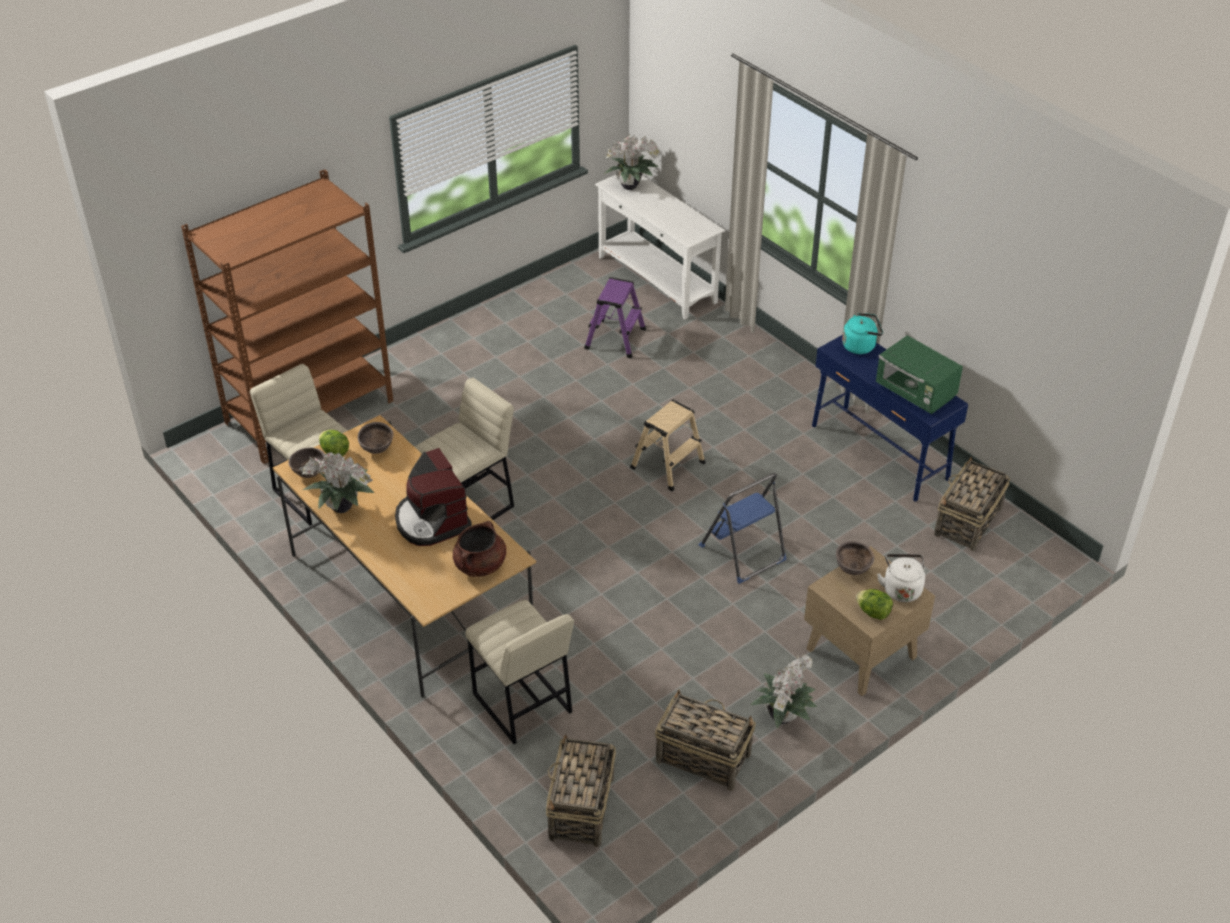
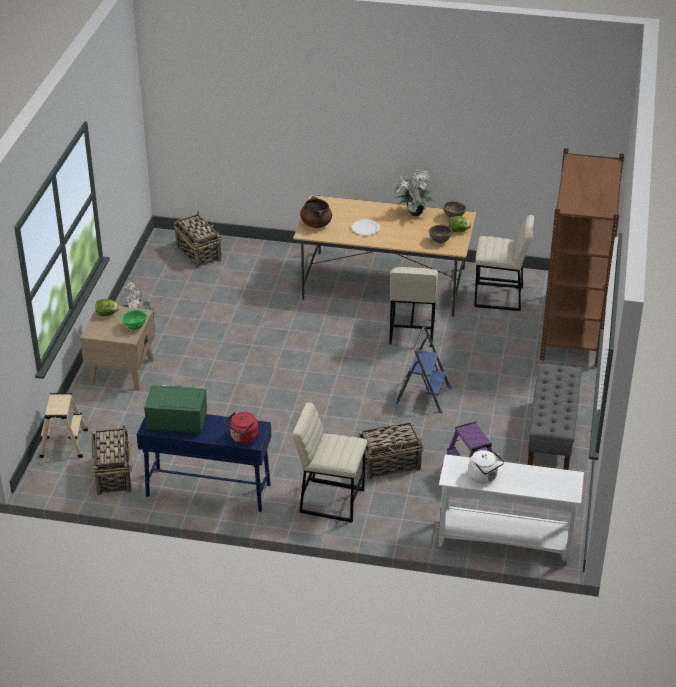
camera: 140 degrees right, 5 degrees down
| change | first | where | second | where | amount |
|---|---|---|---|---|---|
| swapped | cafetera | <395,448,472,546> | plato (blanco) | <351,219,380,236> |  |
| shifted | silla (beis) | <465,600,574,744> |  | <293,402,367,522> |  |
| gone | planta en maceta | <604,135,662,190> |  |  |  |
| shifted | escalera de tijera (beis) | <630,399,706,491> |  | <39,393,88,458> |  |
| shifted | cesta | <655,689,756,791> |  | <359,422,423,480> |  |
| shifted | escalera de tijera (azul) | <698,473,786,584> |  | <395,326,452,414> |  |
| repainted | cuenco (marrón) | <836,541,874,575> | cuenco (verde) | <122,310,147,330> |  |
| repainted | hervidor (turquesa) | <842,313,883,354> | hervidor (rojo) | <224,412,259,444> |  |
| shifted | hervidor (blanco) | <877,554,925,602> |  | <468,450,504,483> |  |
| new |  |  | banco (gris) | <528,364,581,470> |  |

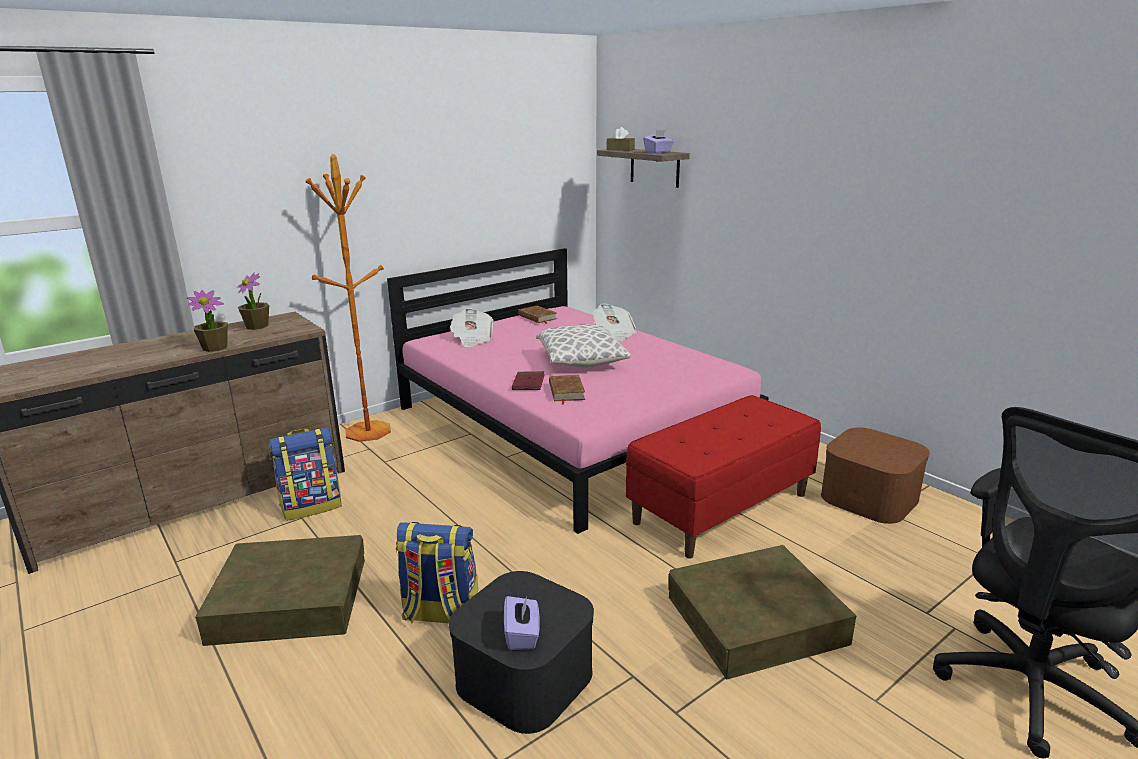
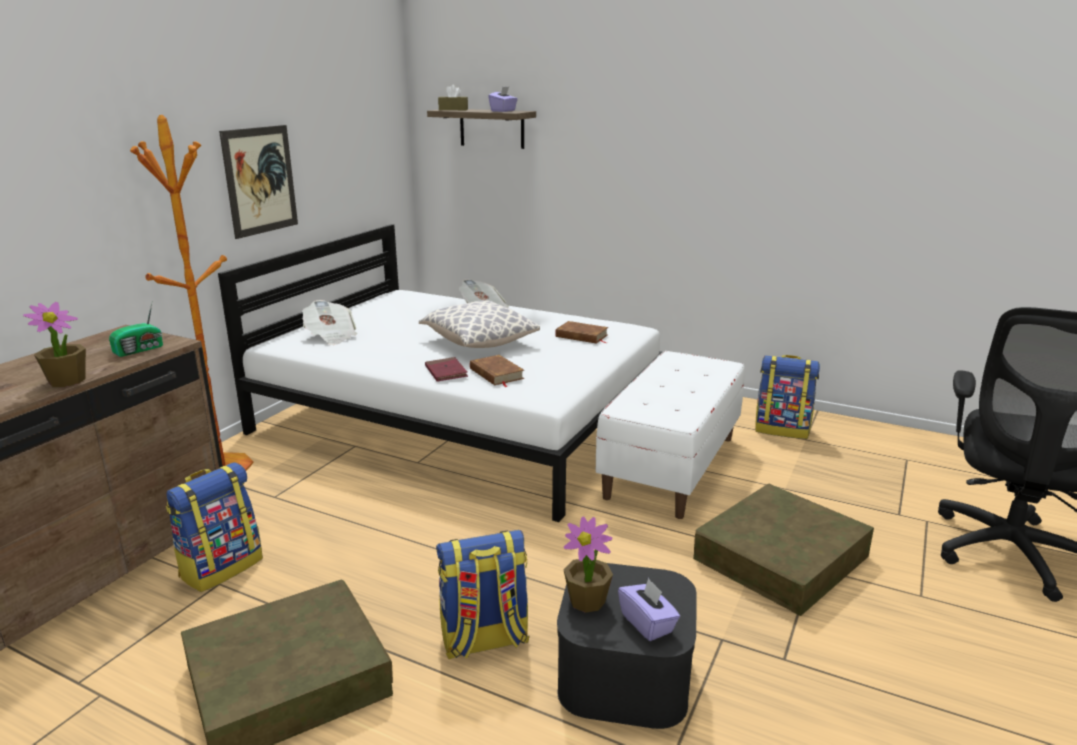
camera: 25 degrees left, 0 degrees up
| change | first | where | second | where | amount |
|---|---|---|---|---|---|
| shifted | planta en maceta | <237,272,269,330> |  | <563,516,613,613> |  |
| repainted | cama (rosa) | <387,248,769,534> | cama (blanco) | <218,224,662,522> |  |
| shifted | libro (marrón) | <518,306,557,324> |  | <555,321,608,344> |  |
| repainted | banco (rojo) | <626,395,821,559> | banco (blanco) | <596,351,745,519> |  |
| swapped | caja de almacenaje (marrón) | <821,427,930,524> | mochila | <755,355,820,439> |  |
| new |  |  | radio | <109,303,163,357> |  |
| new |  |  | cuadro | <219,125,298,239> |  |

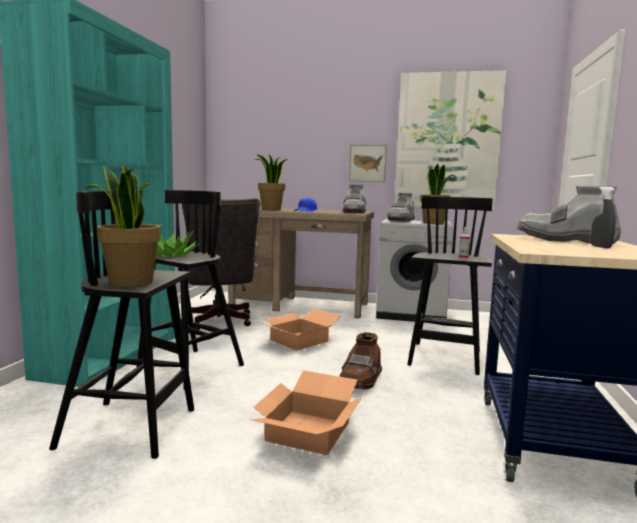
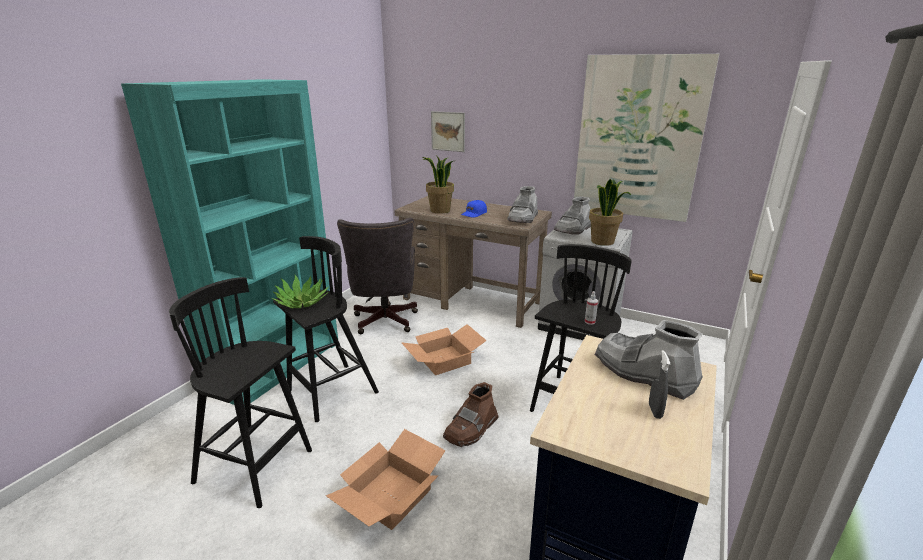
camera: 15 degrees right, 15 degrees up
| change | first | where | second | where | amount |
|---|---|---|---|---|---|
| gone | planta en maceta | <85,163,161,287> |  |  |  |
| shifted | cuadro | <349,144,387,182> |  | <431,111,465,152> |  |

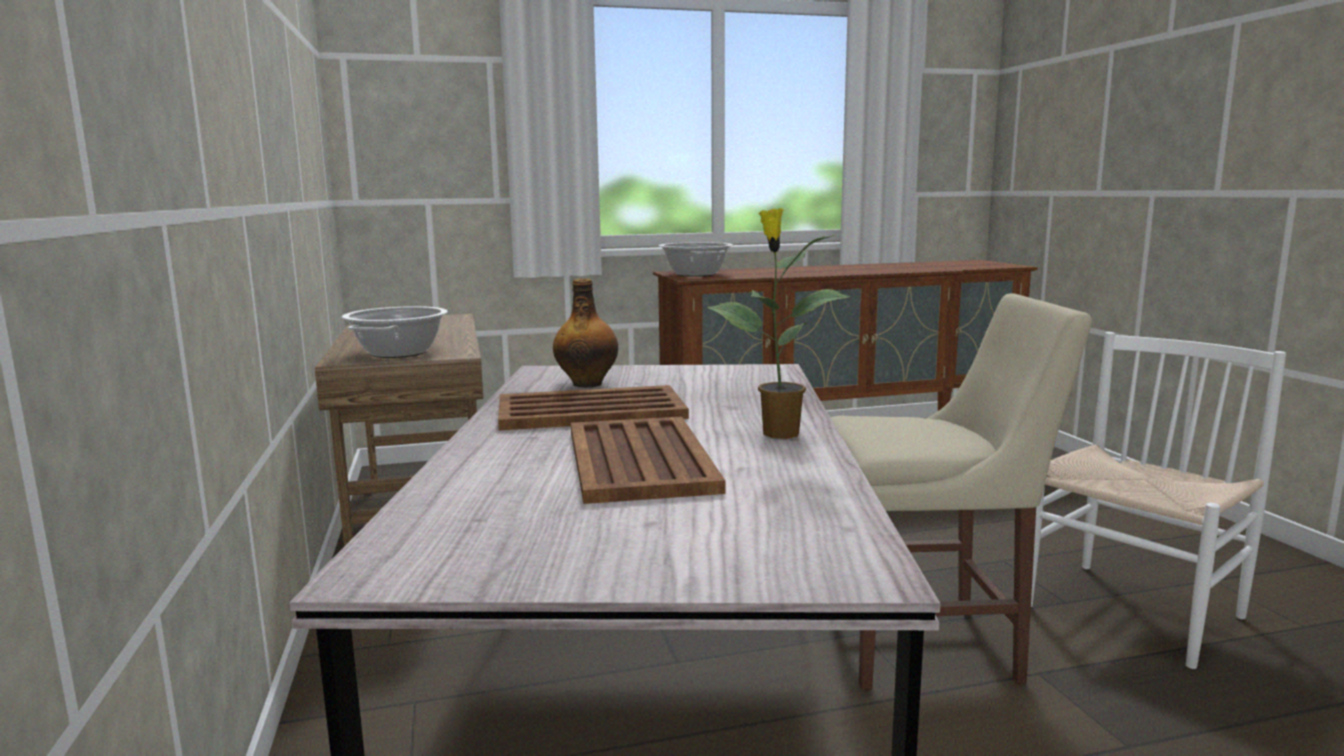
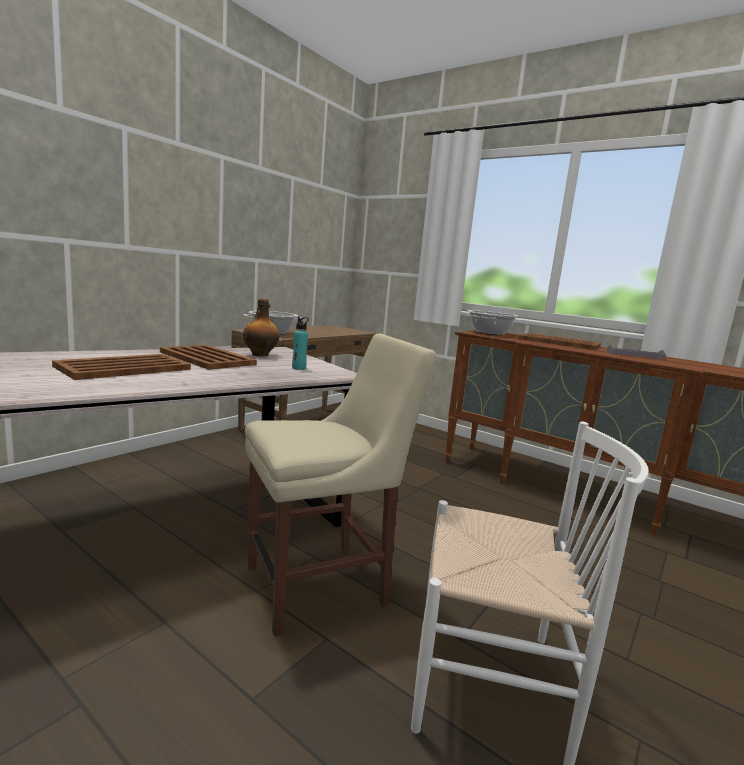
camera: 50 degrees right, 0 degrees up
| change | first | where | second | where | amount |
|---|---|---|---|---|---|
| gone | planta en maceta | <707,208,851,439> |  |  |  |
| rotated | silla (beis) | <830,293,1092,690> |  | <245,333,436,636> | 75 degrees counterclockwise |
| new |  |  | botella (turquesa) | <292,317,309,370> |  |
| new |  |  | bandeja (marrón) | <518,333,601,350> |  |
| new |  |  | bandeja (gris) | <606,344,666,360> |  |

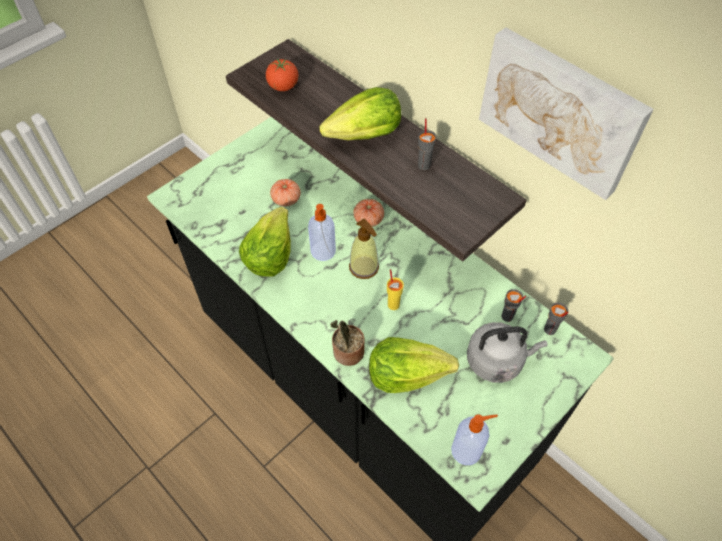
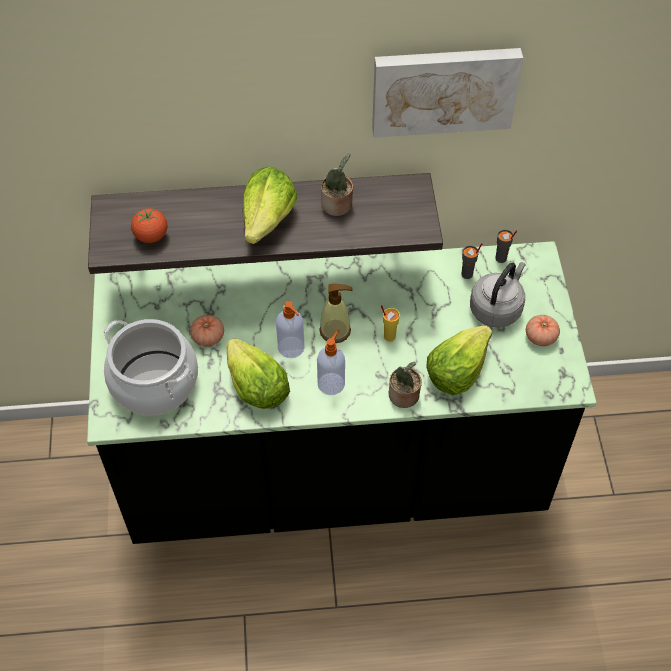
camera: 50 degrees left, 0 degrees up
| change | first | where | second | where | amount |
|---|---|---|---|---|---|
| shifted | tomate | <353,199,384,227> |  | <526,315,560,346> |  |
| swapped | taza (gris) | <418,118,437,170> | planta en maceta | <321,154,353,216> |  |
| shifted | dispensador de jabón | <451,415,498,465> |  | <317,329,345,395> |  |
| new |  |  | olla | <104,319,198,415> |  |

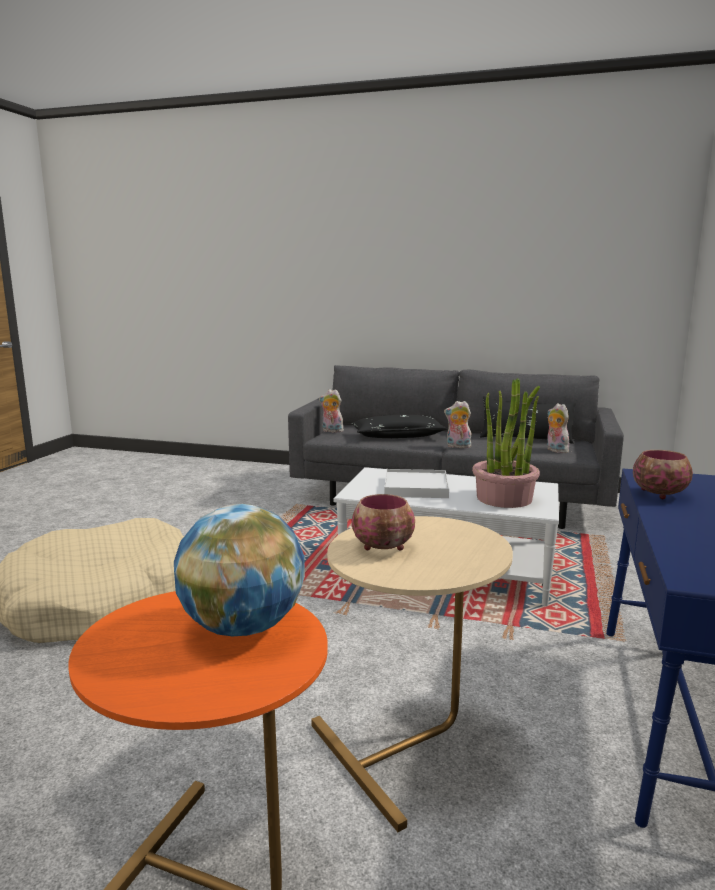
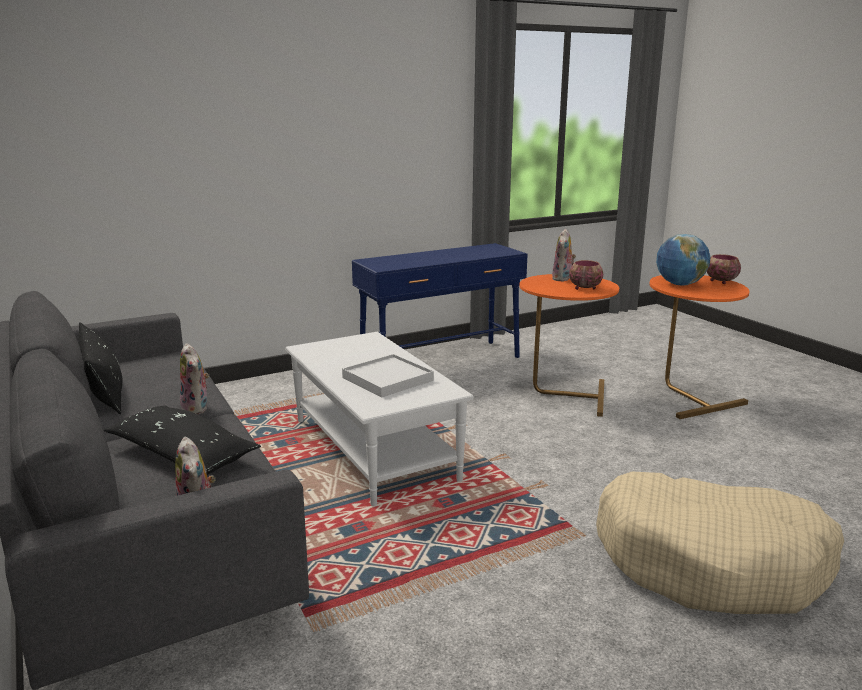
camera: 135 degrees left, 5 degrees up
| change | first | where | second | where | amount |
|---|---|---|---|---|---|
| repainted | mesa auxiliar (beis) | <311,516,513,832> | mesa auxiliar (naranja) | <519,274,619,417> |  |
| gone | planta en maceta | <472,378,540,508> |  |  |  |
| shifted | peluche | <547,403,570,453> |  | <552,229,576,282> |  |
| shifted | cuenco | <633,450,693,499> |  | <707,254,741,284> |  |

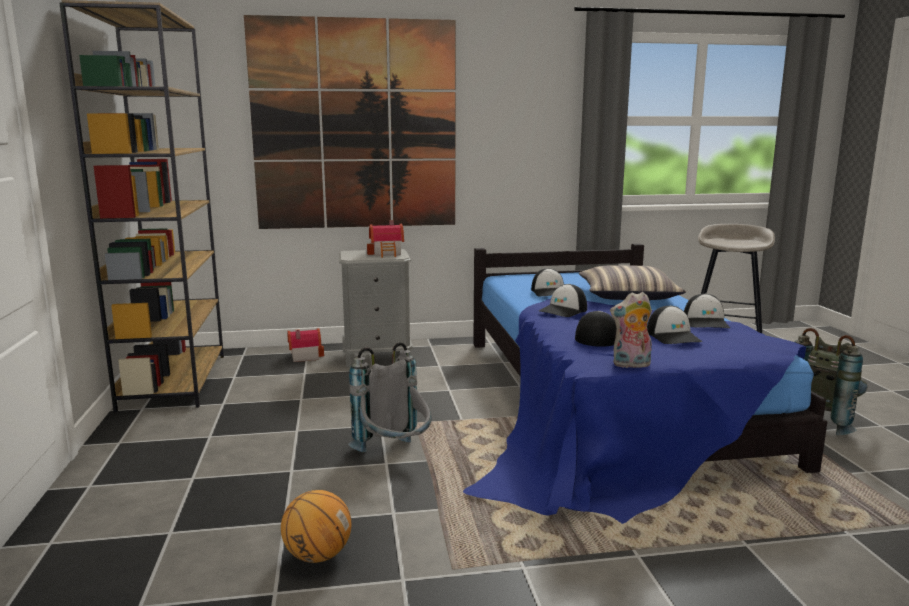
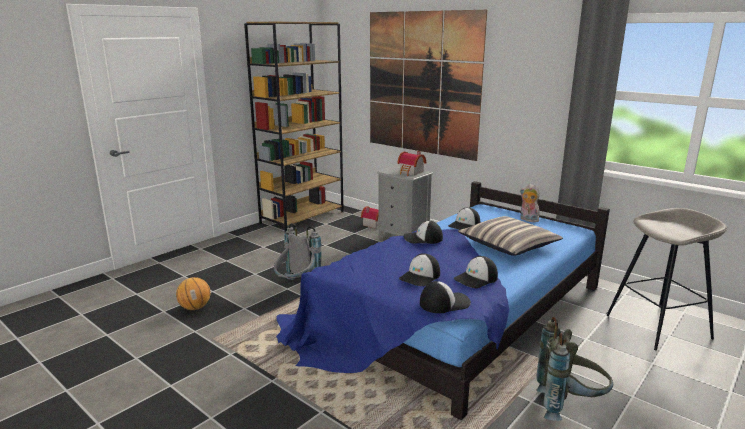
camera: 50 degrees right, 5 degrees up
| change | first | where | second | where | amount |
|---|---|---|---|---|---|
| shifted | gorra | <575,311,616,347> |  | <420,281,471,313> |  |
| shifted | peluche | <610,292,652,368> |  | <520,184,540,222> |  |

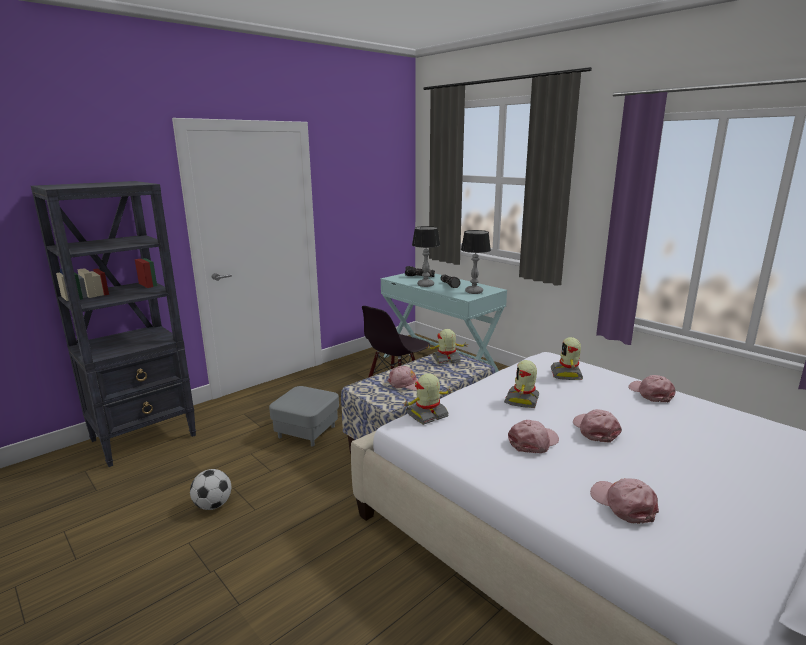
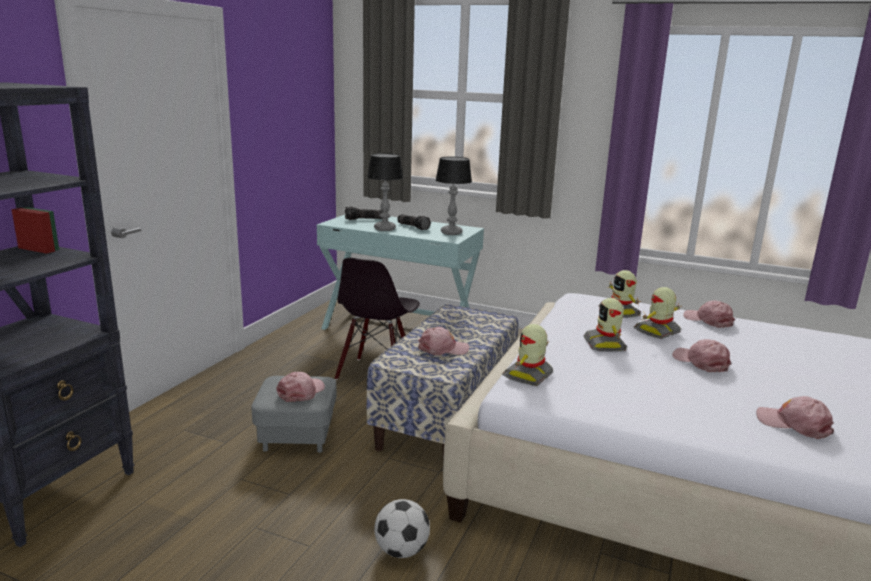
camera: 25 degrees left, 0 degrees up
| change | first | where | second | where | amount |
|---|---|---|---|---|---|
| shifted | balón de fútbol | <190,469,231,510> |  | <374,499,430,558> |  |
| shifted | robot de juguete | <426,329,468,364> |  | <634,287,681,339> |  |
| shifted | gorra (rosa) | <508,420,559,453> |  | <277,372,325,402> |  |

